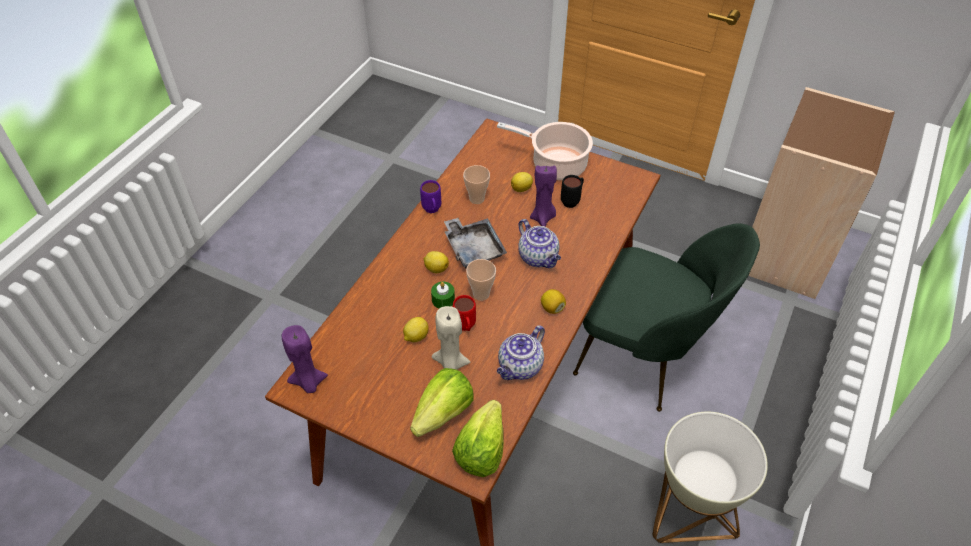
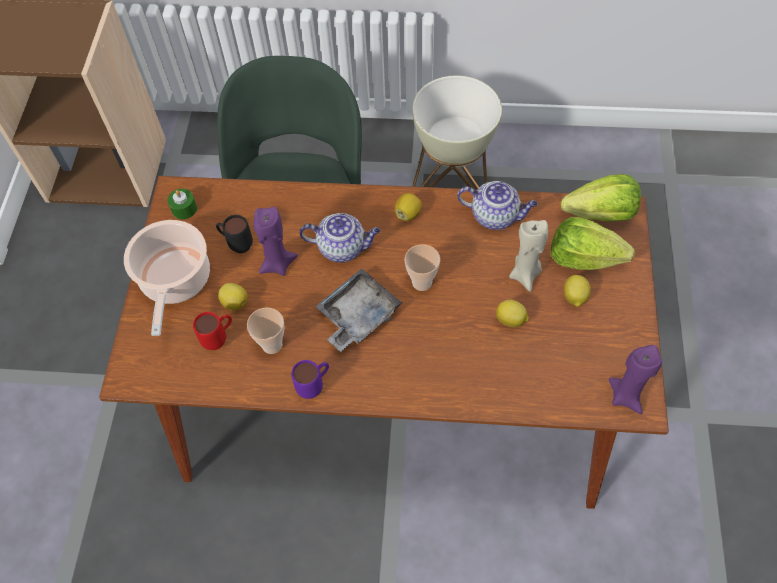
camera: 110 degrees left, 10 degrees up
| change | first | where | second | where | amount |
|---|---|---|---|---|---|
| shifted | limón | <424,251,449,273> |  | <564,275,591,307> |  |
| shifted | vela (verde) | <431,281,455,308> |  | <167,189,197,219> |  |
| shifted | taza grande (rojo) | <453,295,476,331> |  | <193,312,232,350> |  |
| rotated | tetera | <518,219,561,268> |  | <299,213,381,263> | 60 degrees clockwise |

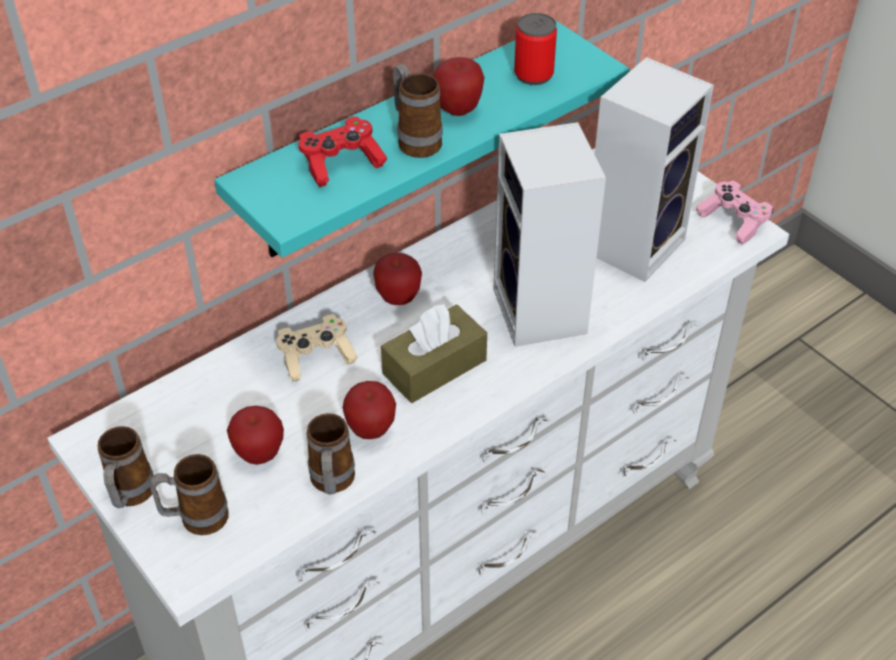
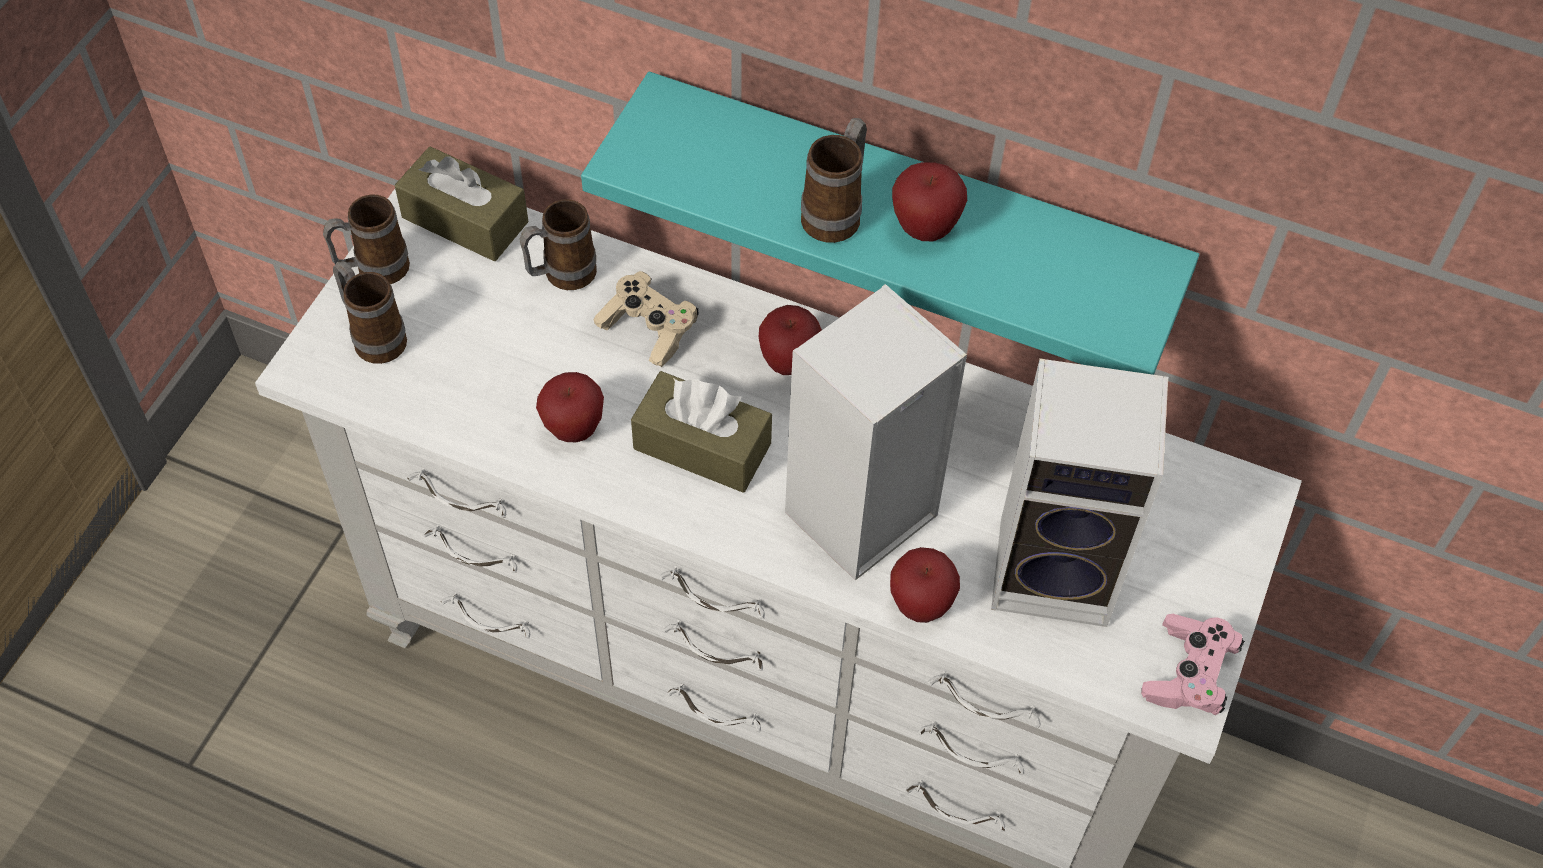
camera: 60 degrees right, 10 degrees up
| change | first | where | second | where | amount |
|---|---|---|---|---|---|
| shifted | manzana | <227,406,284,465> |  | <890,547,960,623> |  |
| gone | mando de consola (rojo) | <298,117,387,187> |  |  |  |
| shifted | taza grande | <307,413,355,495> |  | <519,199,597,290> |  |
| gone | lata | <514,13,557,85> |  |  |  |
| new |  |  | caja de pañuelos (marrón) | <395,147,528,261> |  |

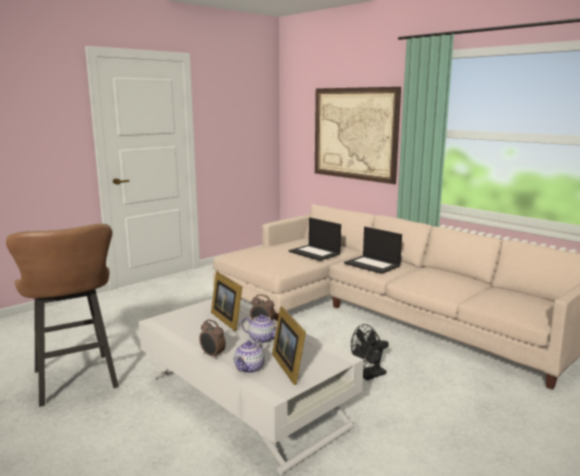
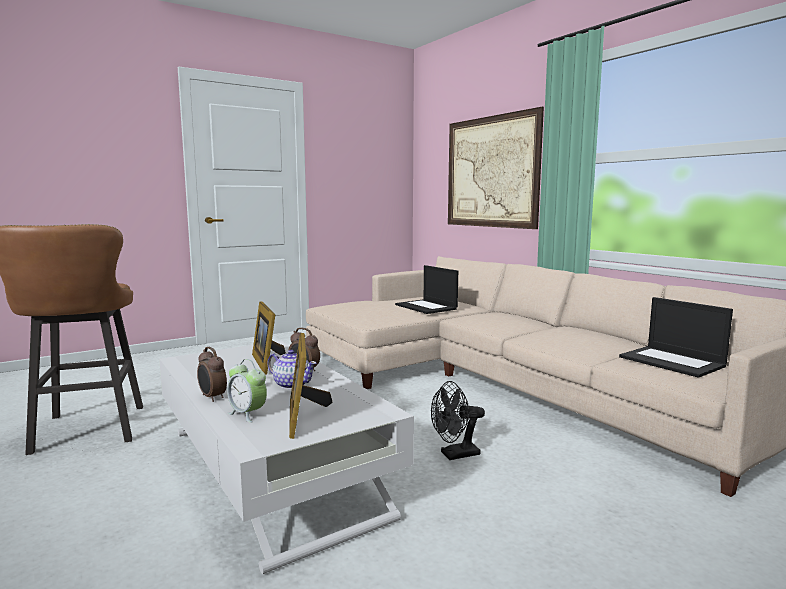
camera: 10 degrees right, 5 degrees down
| change | first | where | second | where | amount |
|---|---|---|---|---|---|
| swapped | tetera | <234,338,265,373> | despertador | <227,359,267,423> |  |
| shifted | portátil | <344,227,402,274> |  | <619,297,733,378> |  |

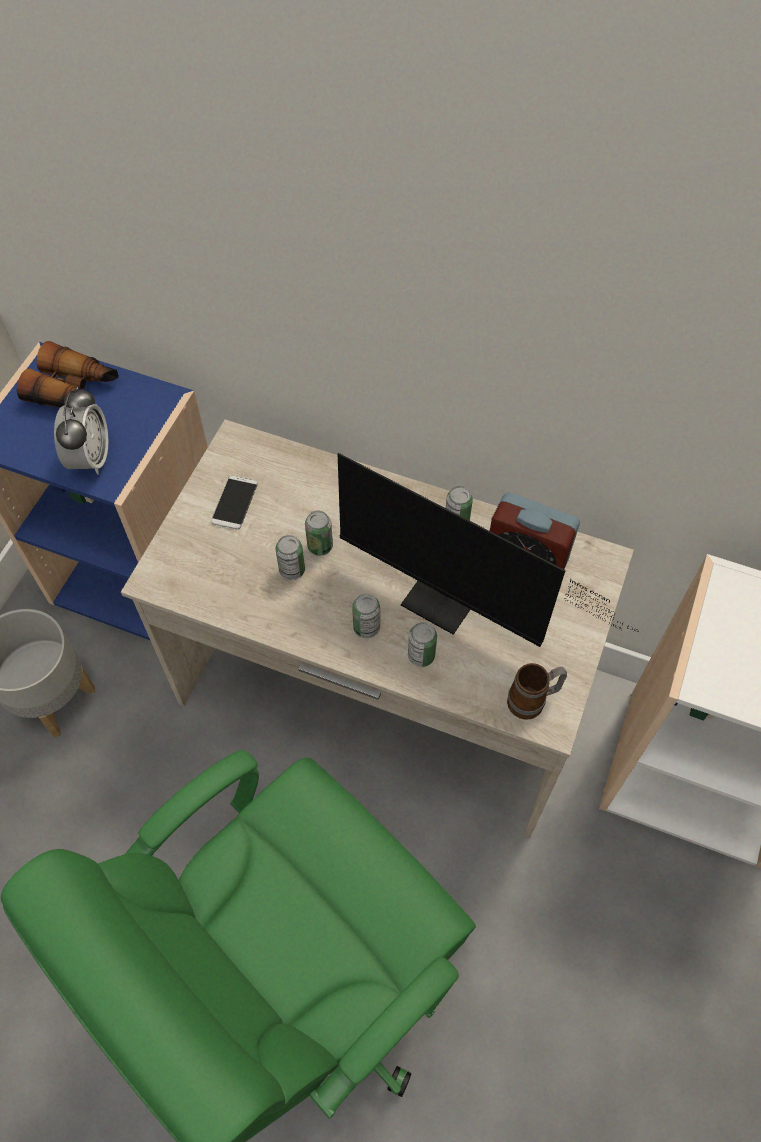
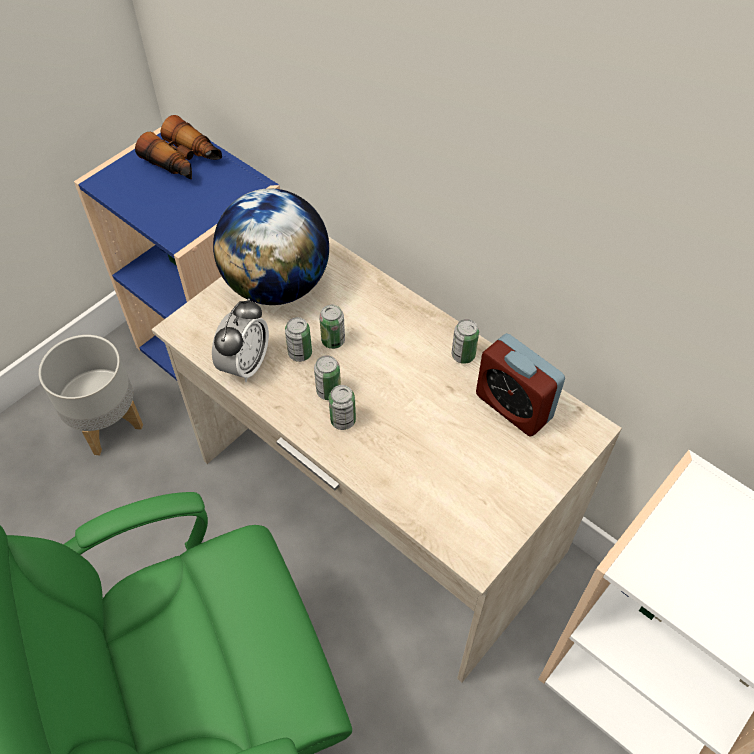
camera: 20 degrees right, 5 degrees down
| change | first | where | second | where | amount |
|---|---|---|---|---|---|
| shifted | despertador | <54,387,108,475> |  | <212,298,269,382> |  |
| swapped | móvil | <211,475,258,529> | globo terráqueo | <213,189,329,305> |  |
| gone | monitor | <338,453,638,647> |  |  |  |
| shifted | lata | <408,622,437,667> |  | <314,355,341,400> |  |
| gone | taza grande | <507,663,567,720> |  |  |  |

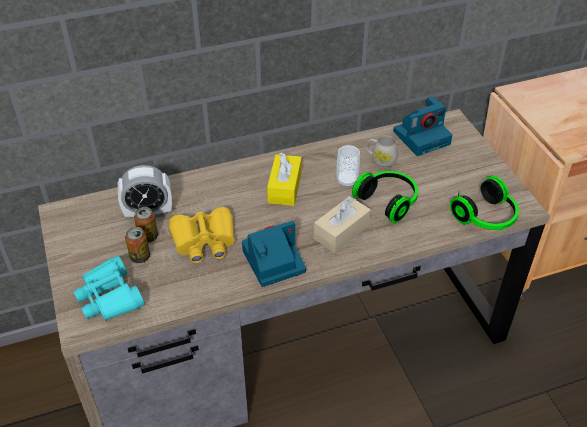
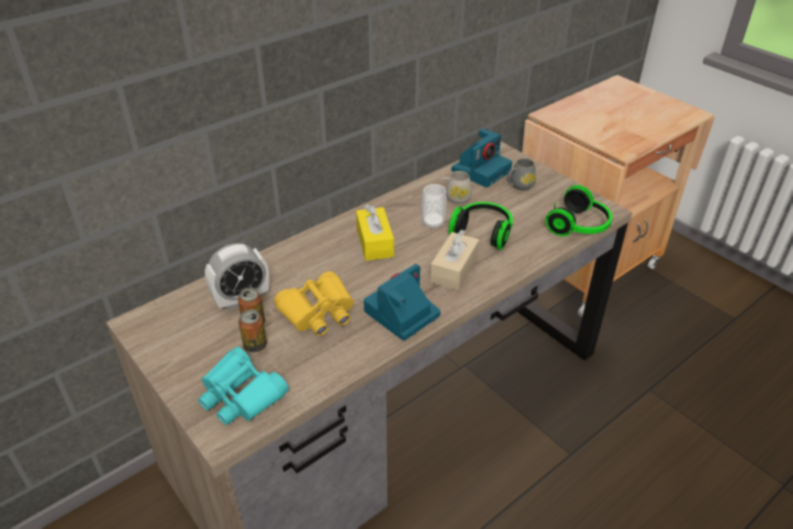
camera: 20 degrees left, 5 degrees down
| change | first | where | second | where | amount |
|---|---|---|---|---|---|
| new |  |  | taza grande (gris) | <507,158,536,191> |  |

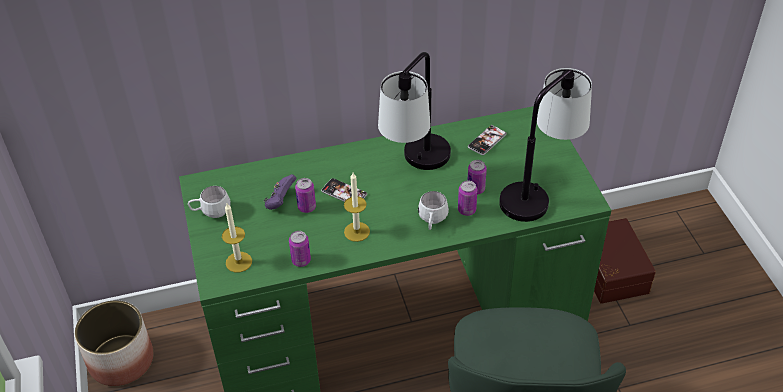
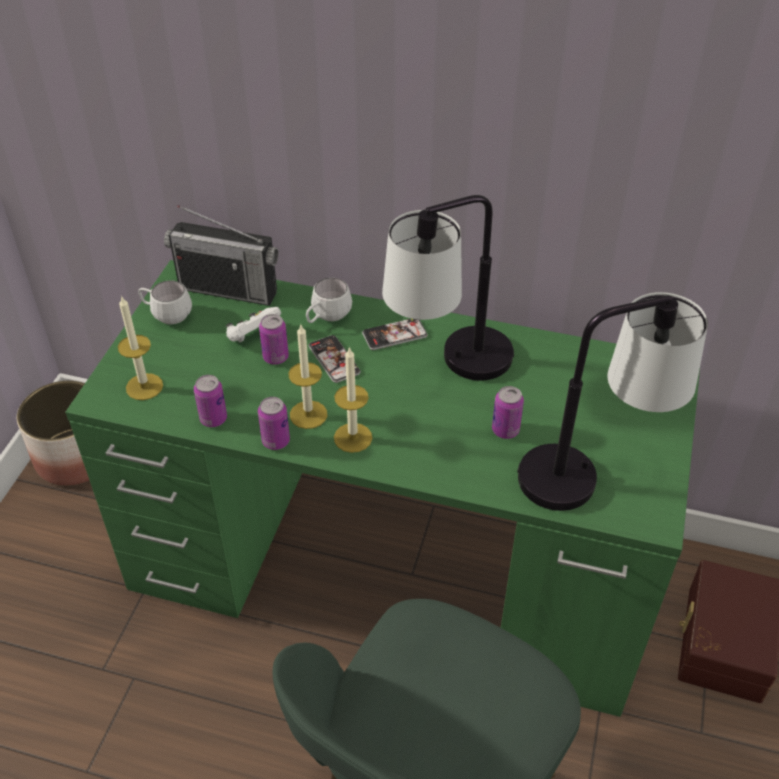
camera: 30 degrees right, 0 degrees up
| change | first | where | second | where | amount |
|---|---|---|---|---|---|
| repainted | mando de consola (morado) | <264,174,297,210> | mando de consola (blanco) | <226,307,281,343> |  |
| shifted | taza grande (blanco) | <418,191,449,230> |  | <306,277,352,323> |  |
| shifted | lata | <458,181,478,216> |  | <258,397,290,450> |  |
| shifted | móvil | <468,125,507,155> |  | <362,318,428,350> |  |
| new |  |  | radio | <164,205,278,306> |  |
| new |  |  | vela | <334,347,372,453> |  |

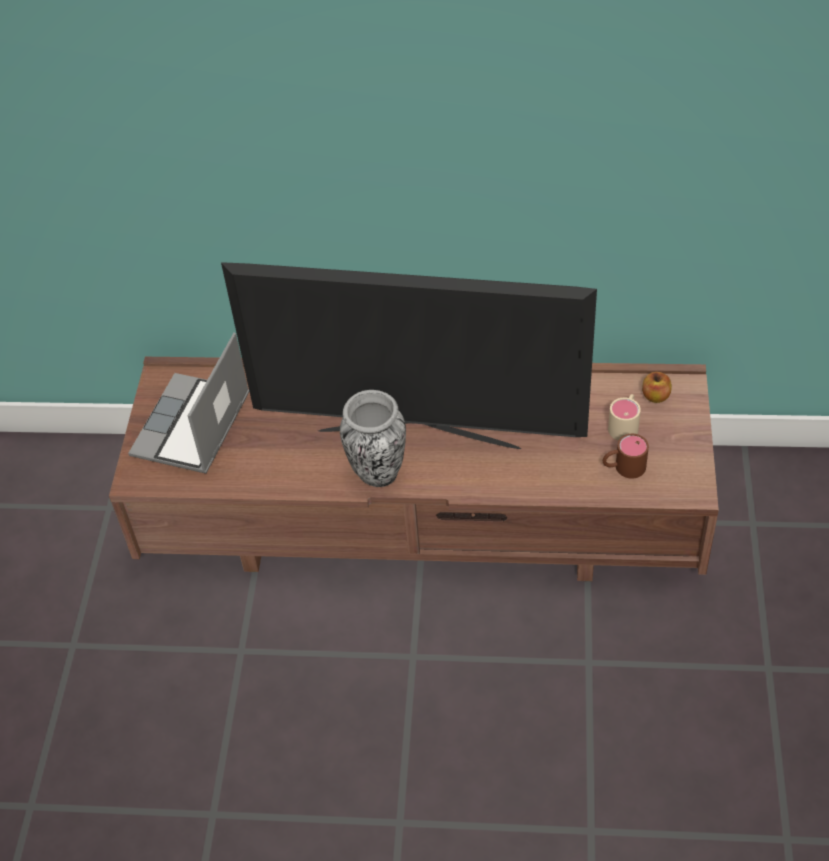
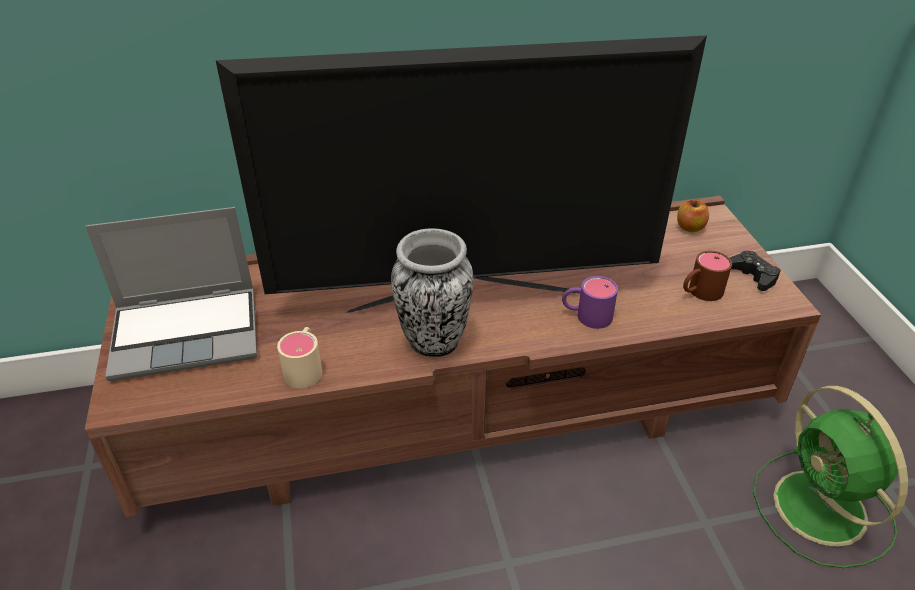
camera: 20 degrees left, 10 degrees down
| change | first | where | second | where | amount |
|---|---|---|---|---|---|
| rotated | portátil | <128,332,249,474> |  | <85,207,257,381> | 105 degrees counterclockwise |
| shifted | taza grande (beis) | <608,394,641,441> |  | <277,327,322,388> |  |
| new |  |  | taza grande (morado) | <562,276,618,329> |  |
| new |  |  | mando de consola (negro) | <729,251,781,291> |  |
| new |  |  | ventilador (verde) | <753,386,908,568> |  |

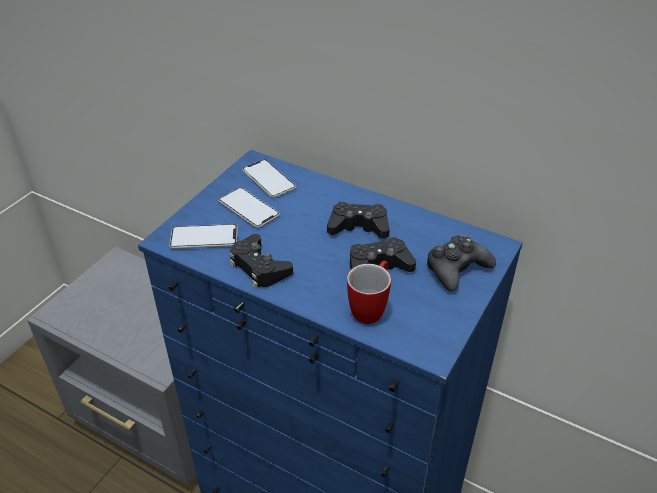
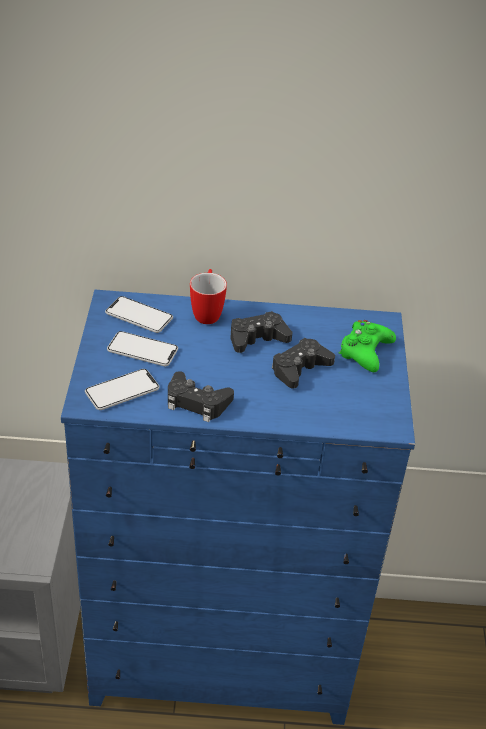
camera: 30 degrees left, 0 degrees up
| change | first | where | second | where | amount |
|---|---|---|---|---|---|
| shifted | taza grande | <347,261,391,324> |  | <190,269,227,324> |  |
| repainted | mando de consola (negro) | <427,235,496,292> | mando de consola (verde) | <339,320,396,372> |  |

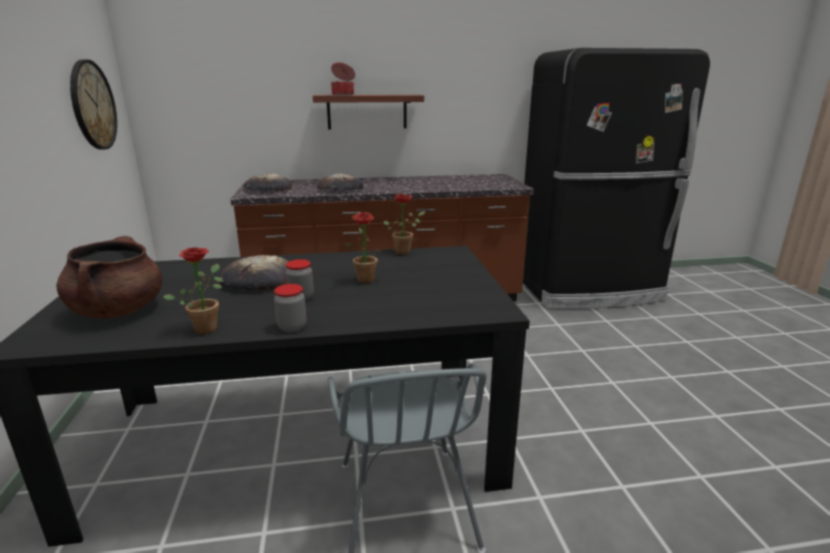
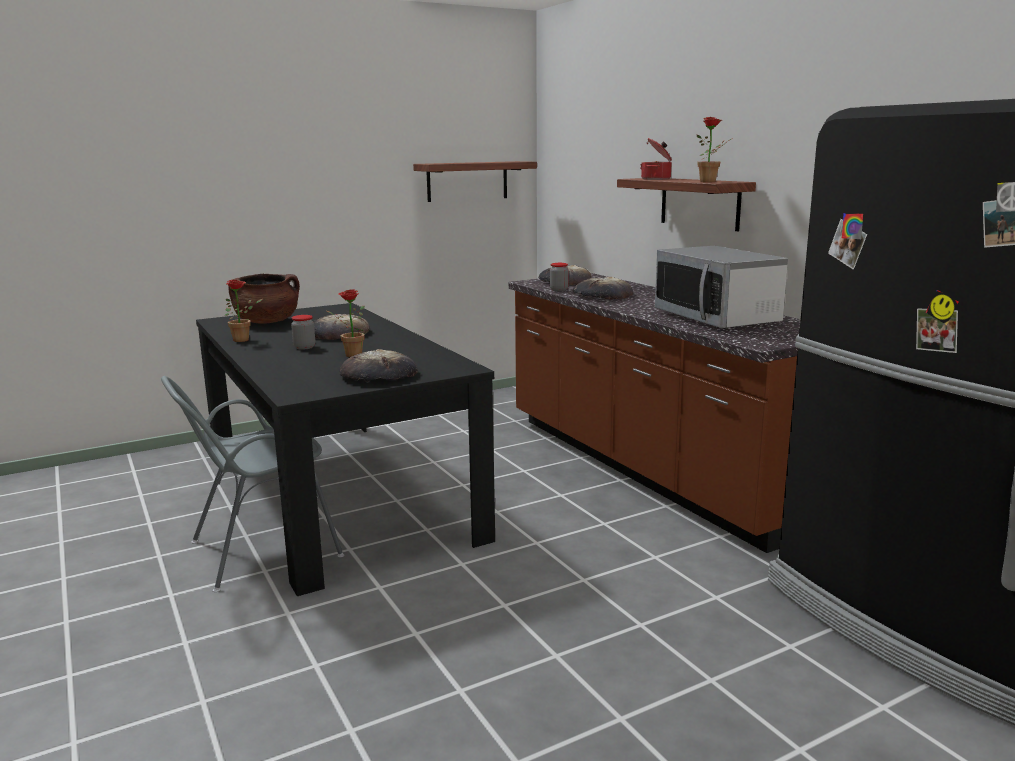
camera: 70 degrees right, 5 degrees down
| change | first | where | second | where | amount |
|---|---|---|---|---|---|
| swapped | reloj de pared | <70,59,117,150> | estante | <413,161,537,202> |  |
| shifted | tarro | <274,284,307,332> |  | <550,263,569,291> |  |
| shifted | planta en maceta | <383,194,425,255> |  | <697,117,733,182> |  |
| new |  |  | pan | <340,349,418,382> |  |
| new |  |  | microondas | <655,246,788,329> |  |

